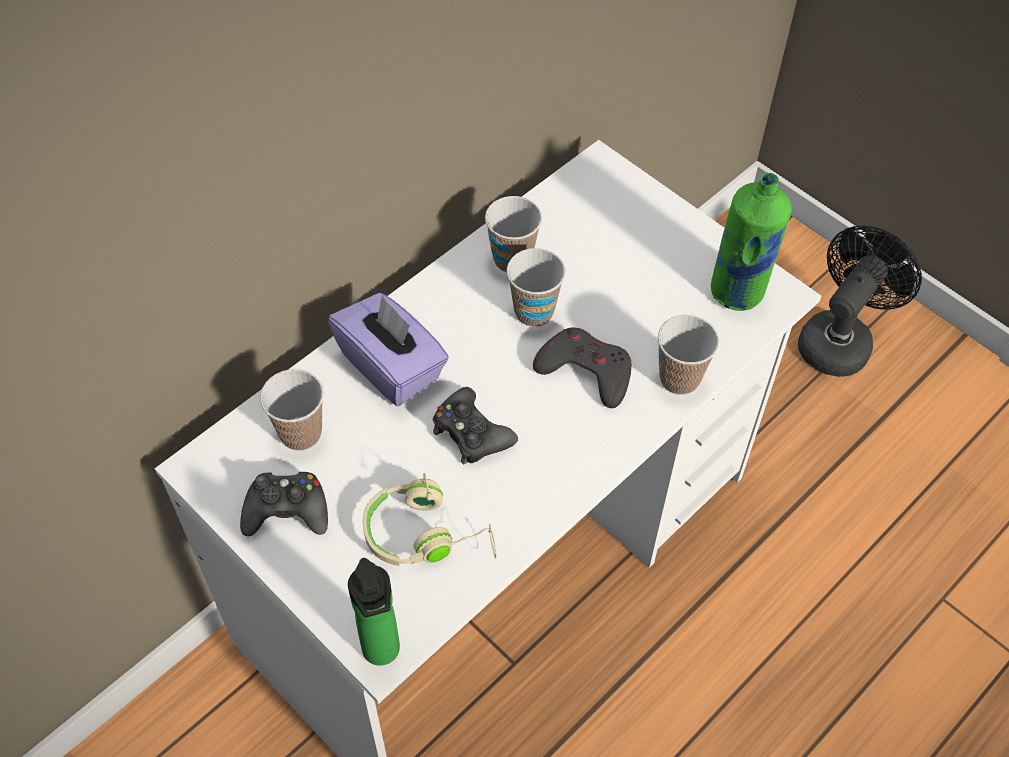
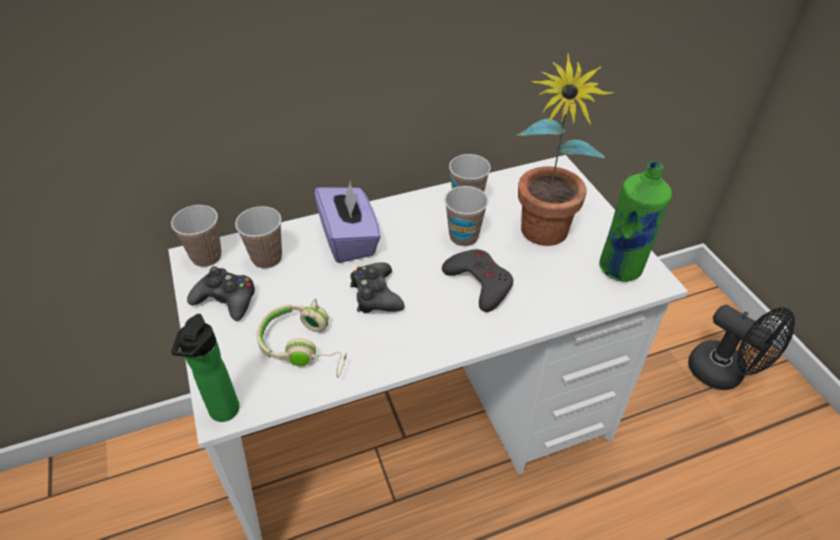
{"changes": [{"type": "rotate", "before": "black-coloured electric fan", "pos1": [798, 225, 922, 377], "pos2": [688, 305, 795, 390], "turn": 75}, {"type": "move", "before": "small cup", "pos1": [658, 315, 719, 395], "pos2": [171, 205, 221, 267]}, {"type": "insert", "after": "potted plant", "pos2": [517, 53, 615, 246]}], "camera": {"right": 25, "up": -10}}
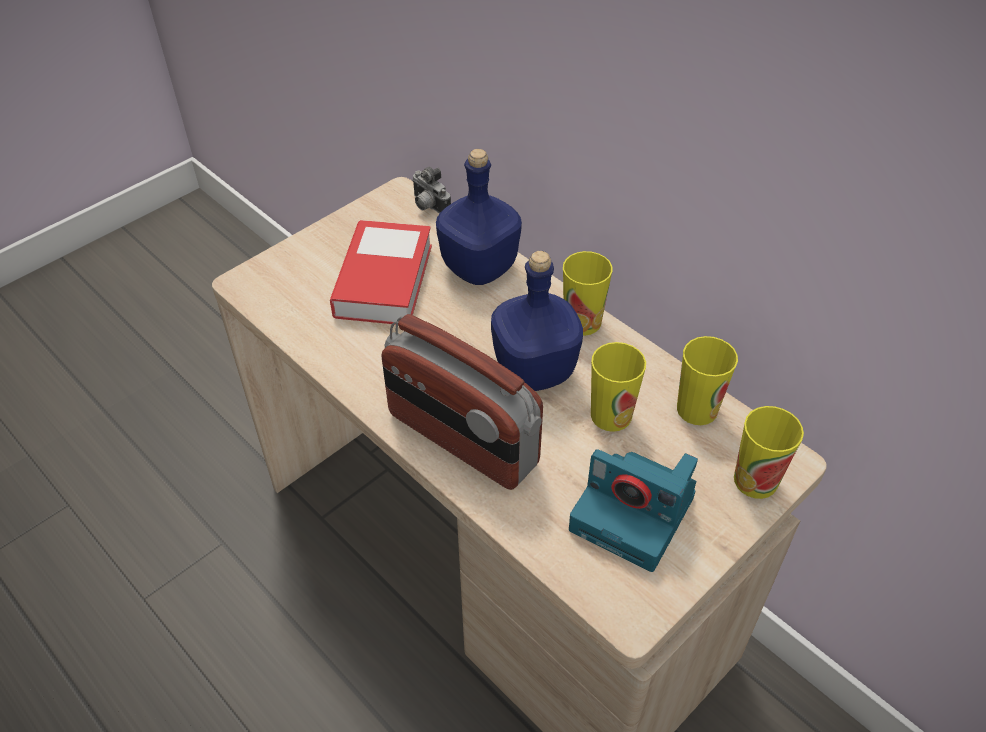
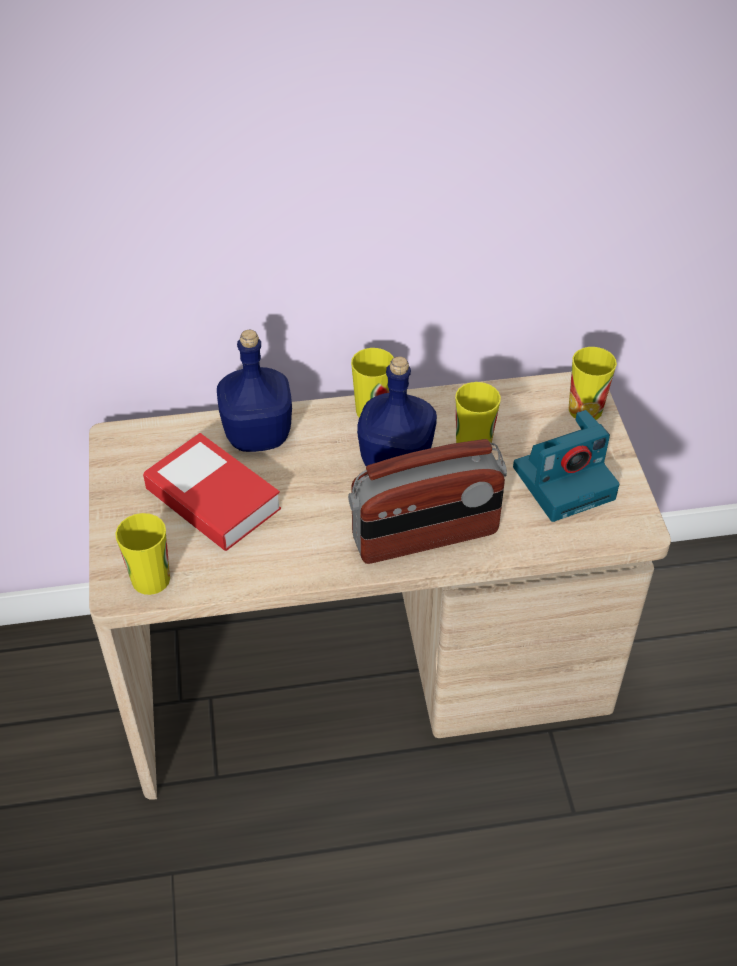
{"changes": [{"type": "delete", "before": "still camera", "pos1": [412, 167, 451, 214]}, {"type": "move", "before": "small cup", "pos1": [677, 336, 738, 425], "pos2": [115, 513, 170, 595]}], "camera": {"right": -55, "up": 0}}
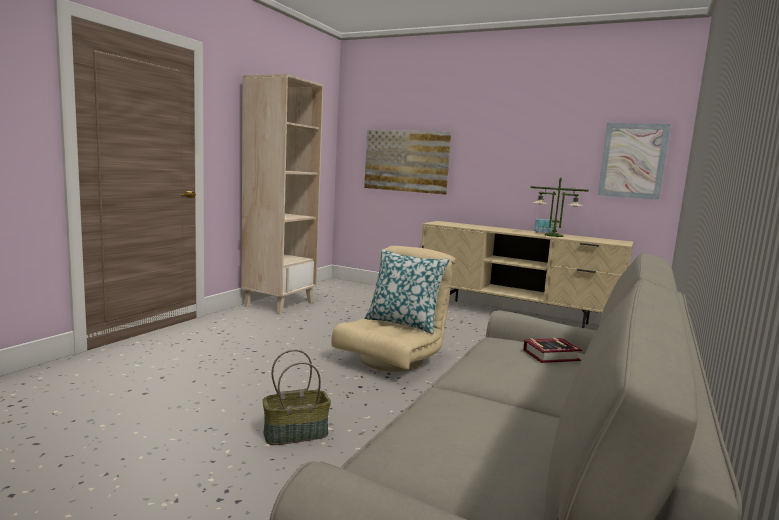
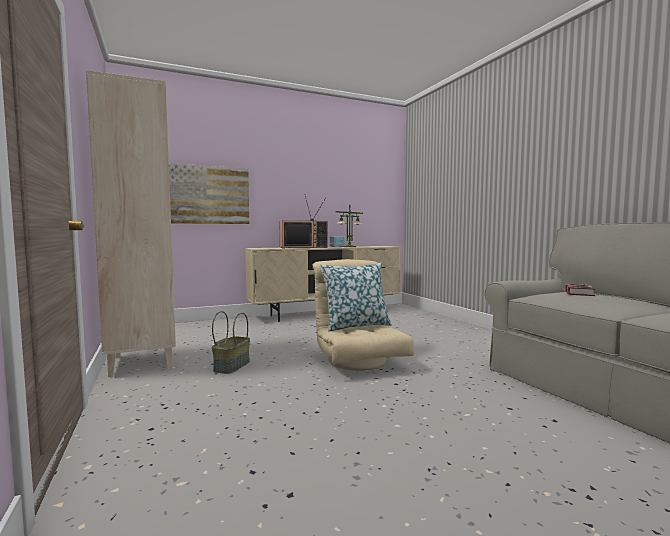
{"changes": [{"type": "delete", "before": "wall art", "pos1": [598, 123, 671, 200]}, {"type": "move", "before": "basket", "pos1": [263, 350, 331, 445], "pos2": [212, 311, 250, 374]}, {"type": "insert", "after": "television", "pos2": [280, 196, 328, 248]}], "camera": {"right": -50, "up": -5}}
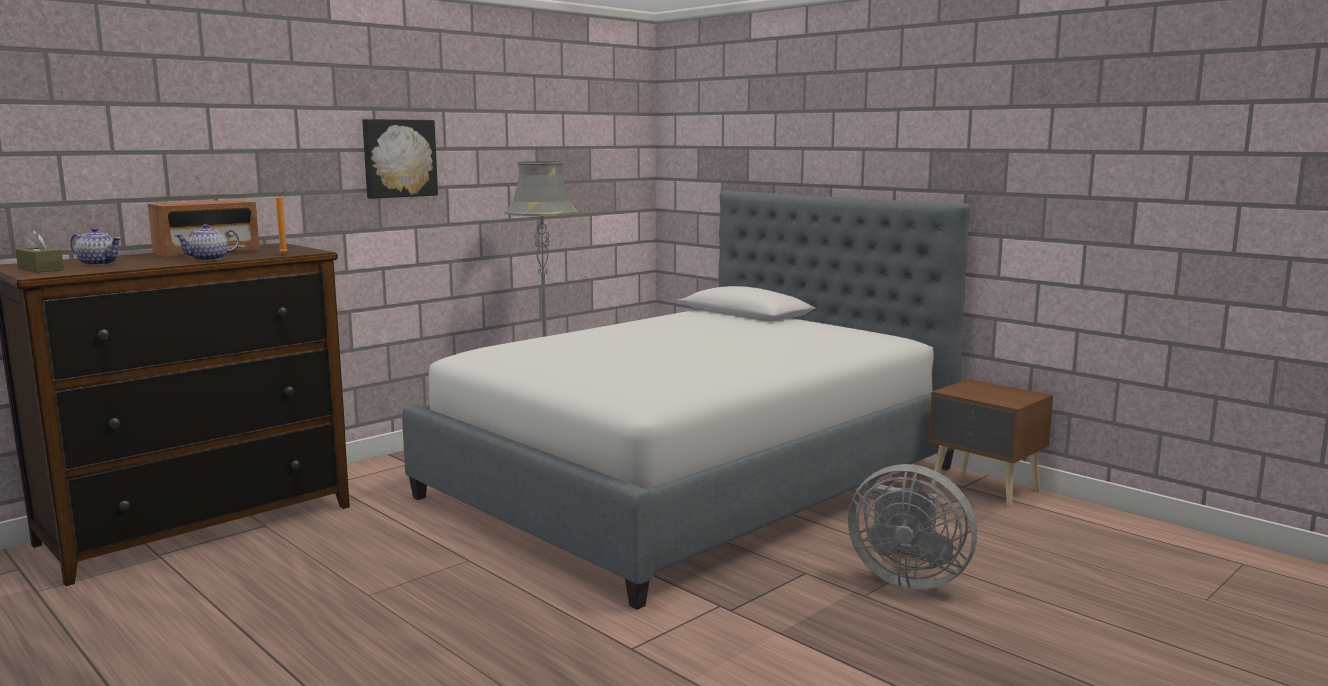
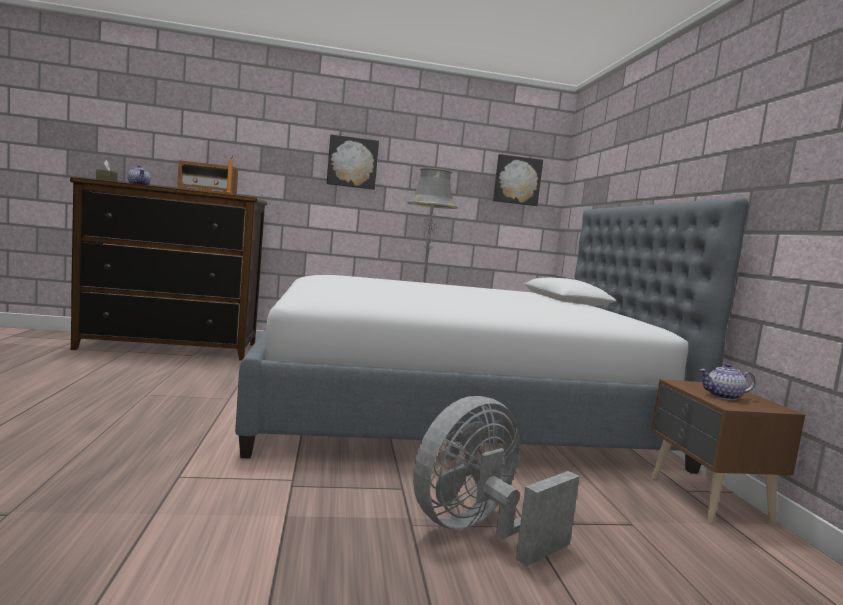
{"changes": [{"type": "move", "before": "tea pot", "pos1": [174, 224, 240, 261], "pos2": [700, 363, 755, 400]}, {"type": "rotate", "before": "grey electric fan", "pos1": [848, 464, 977, 590], "pos2": [413, 396, 580, 566], "turn": 75}, {"type": "insert", "after": "wall art", "pos2": [493, 154, 543, 206]}], "camera": {"right": 35, "up": -5}}
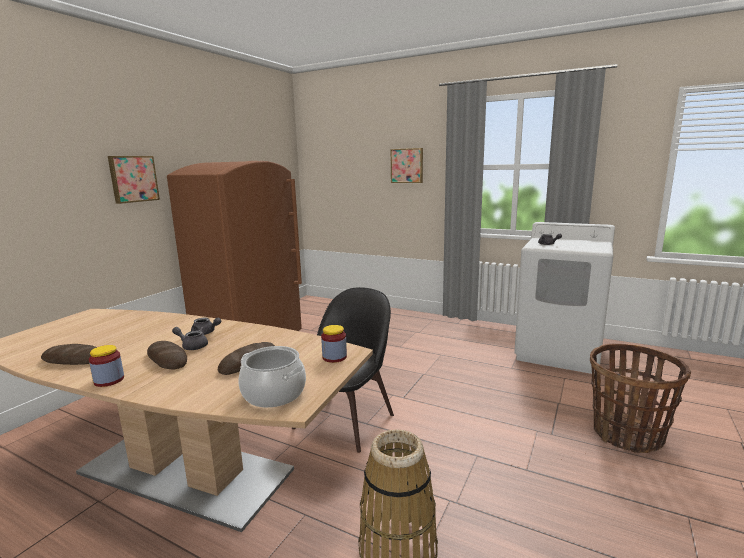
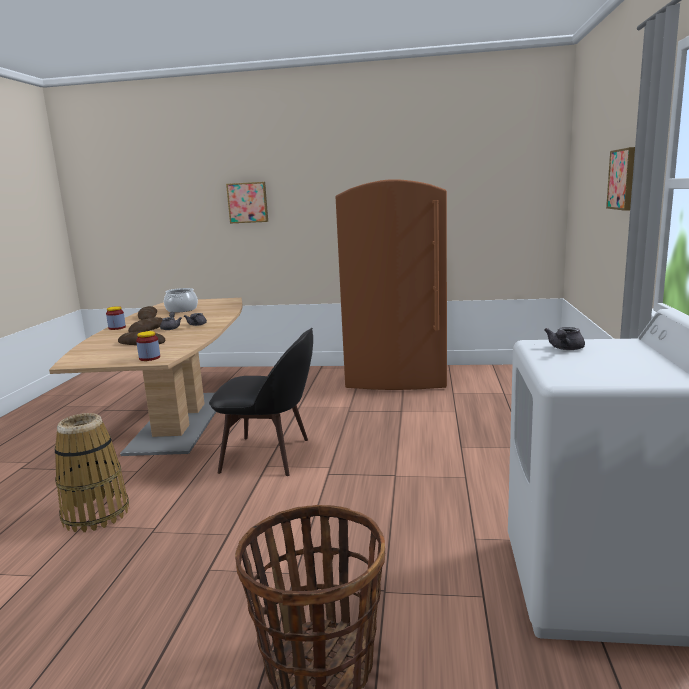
{"changes": [{"type": "move", "before": "wall art", "pos1": [108, 156, 160, 204], "pos2": [226, 182, 268, 224]}, {"type": "move", "before": "stockpot", "pos1": [238, 346, 306, 408], "pos2": [164, 288, 198, 313]}], "camera": {"right": 70, "up": 0}}
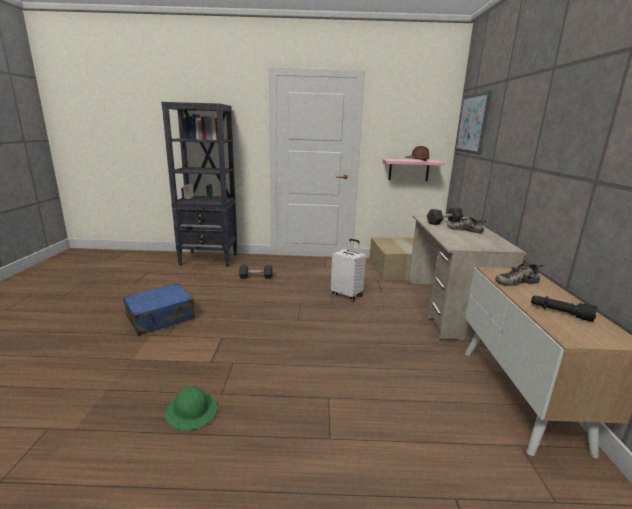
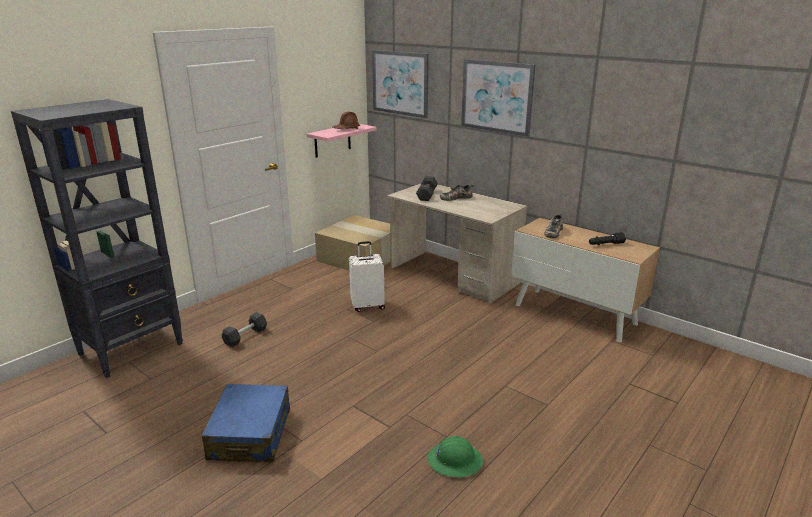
{"changes": [{"type": "insert", "after": "wall art", "pos2": [461, 59, 536, 137]}], "camera": {"right": -50, "up": 5}}
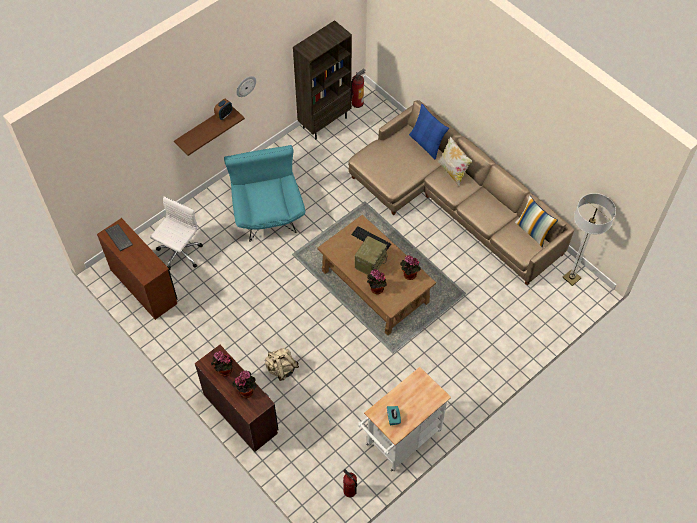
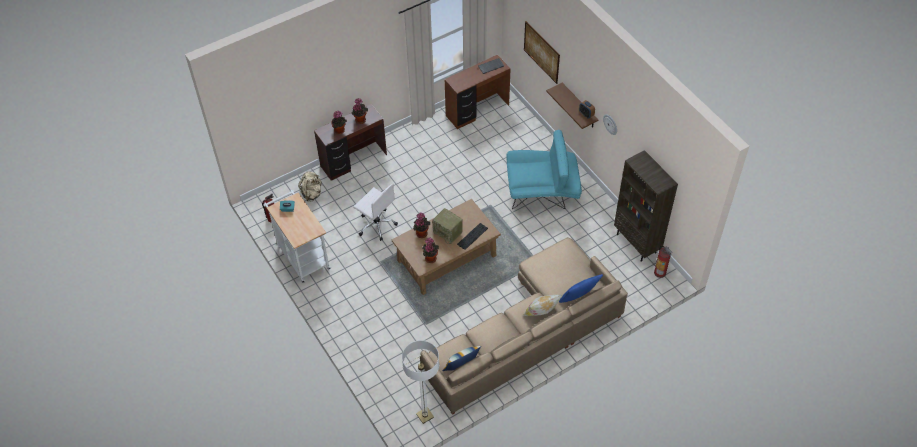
{"changes": [{"type": "move", "before": "white office chair", "pos1": [150, 196, 203, 270], "pos2": [353, 184, 398, 241]}, {"type": "move", "before": "beige rucksack", "pos1": [265, 348, 299, 381], "pos2": [298, 171, 322, 202]}, {"type": "insert", "after": "wall art", "pos2": [524, 21, 560, 84]}], "camera": {"right": 100, "up": -5}}
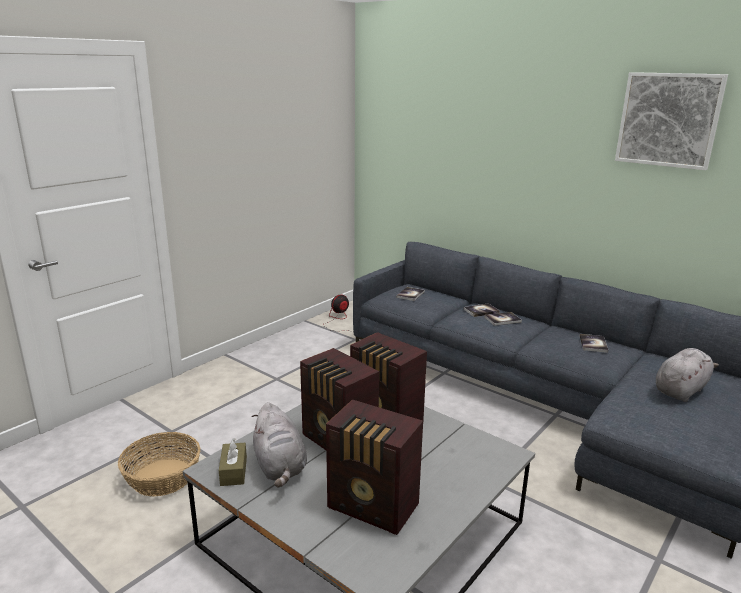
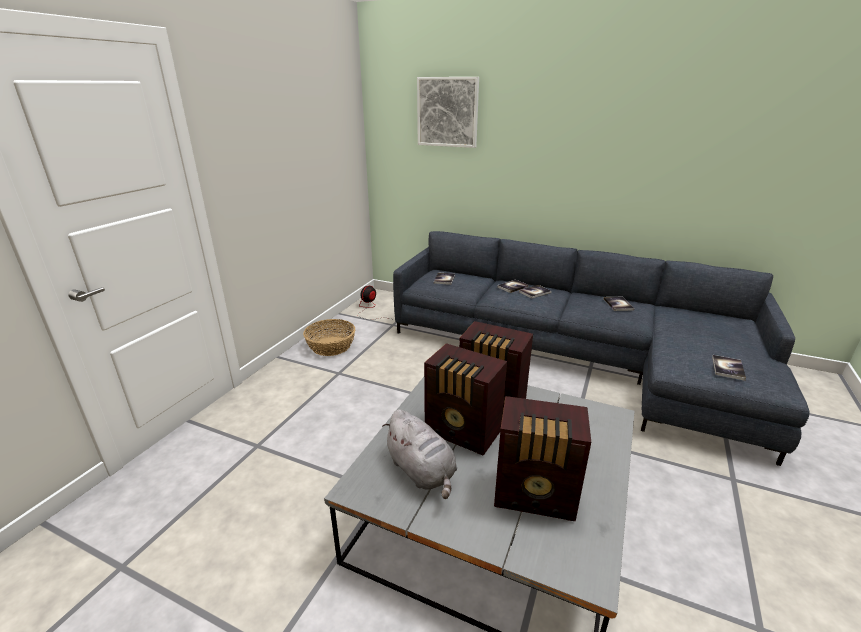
{"changes": [{"type": "move", "before": "wall art", "pos1": [615, 72, 728, 170], "pos2": [417, 77, 479, 148]}, {"type": "delete", "before": "grey soft toy", "pos1": [656, 348, 719, 402]}, {"type": "move", "before": "basket", "pos1": [118, 432, 201, 497], "pos2": [303, 319, 355, 356]}, {"type": "delete", "before": "brown box of tissues", "pos1": [219, 438, 247, 486]}, {"type": "insert", "after": "volume", "pos2": [712, 355, 746, 381]}], "camera": {"right": -15, "up": 5}}
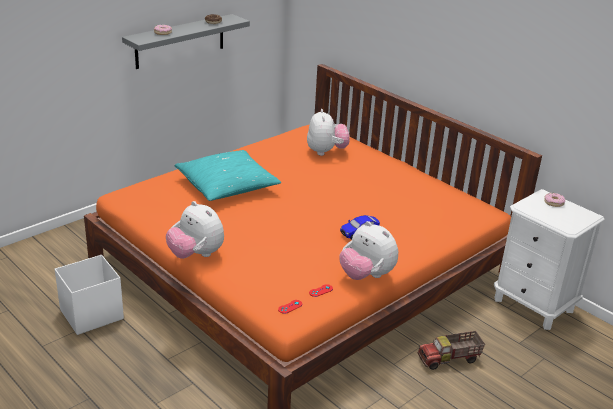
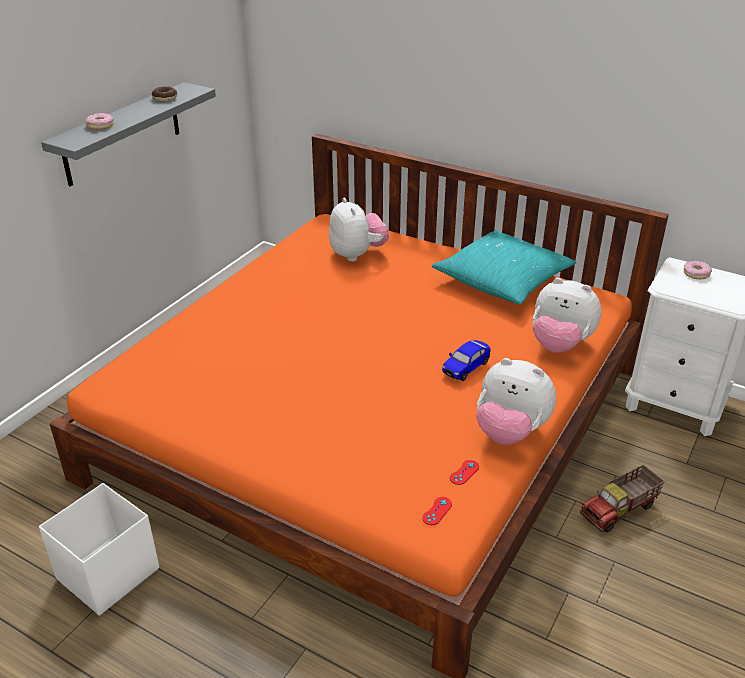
{"changes": [{"type": "move", "before": "blue-green pillow", "pos1": [174, 150, 281, 201], "pos2": [431, 230, 577, 304]}, {"type": "move", "before": "soft toy", "pos1": [166, 201, 224, 259], "pos2": [533, 278, 602, 353]}], "camera": {"right": -15, "up": 5}}
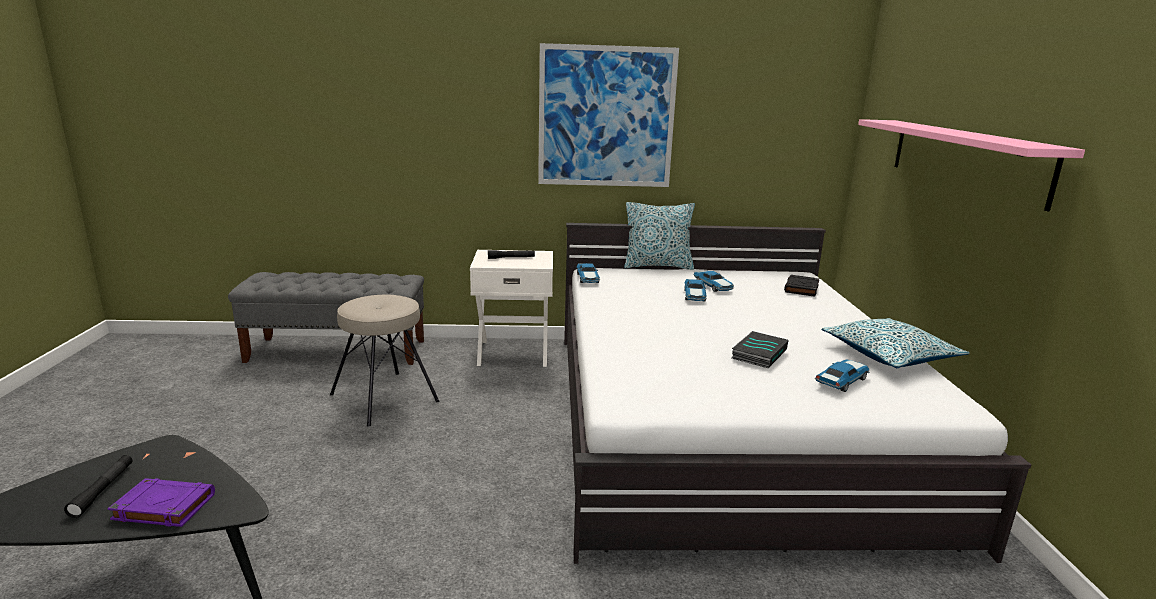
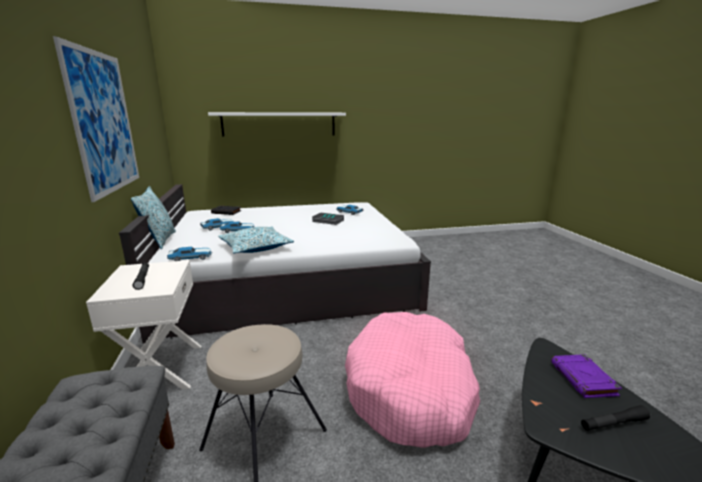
{"changes": [{"type": "recolor", "before": "pink-coloured shelf", "after": "white shelf", "pos1": [858, 119, 1085, 211], "pos2": [208, 112, 346, 137]}, {"type": "move", "before": "pillow", "pos1": [821, 318, 970, 368], "pos2": [218, 227, 294, 254]}, {"type": "insert", "after": "pink-coloured dog cushion", "pos2": [345, 312, 480, 448]}], "camera": {"right": -100, "up": 0}}
